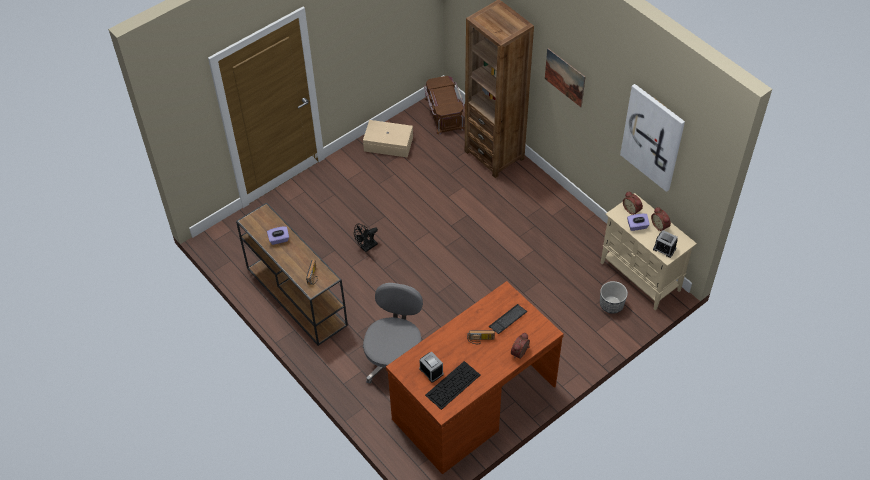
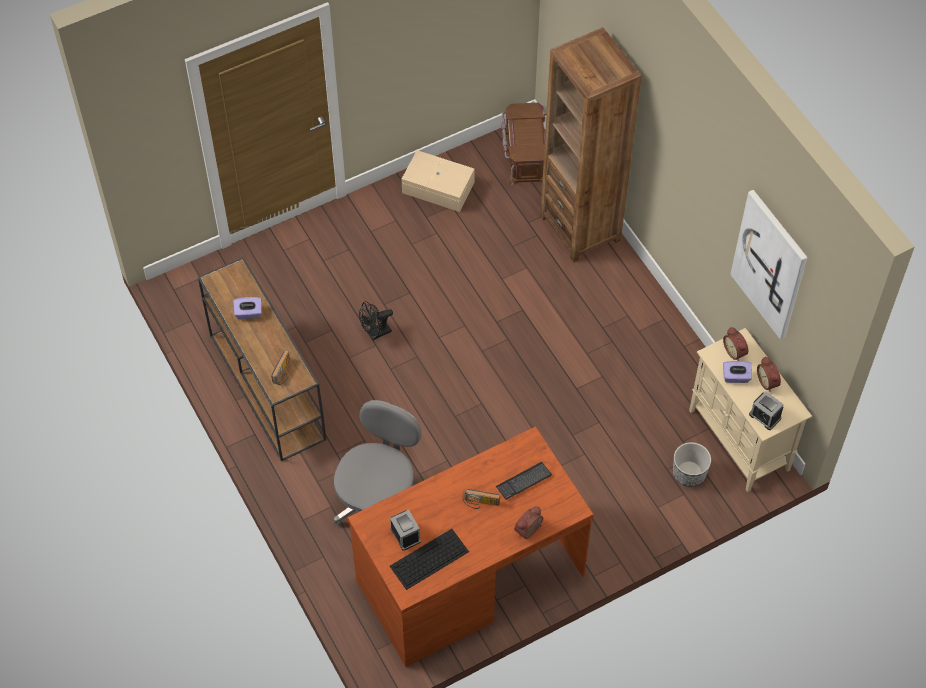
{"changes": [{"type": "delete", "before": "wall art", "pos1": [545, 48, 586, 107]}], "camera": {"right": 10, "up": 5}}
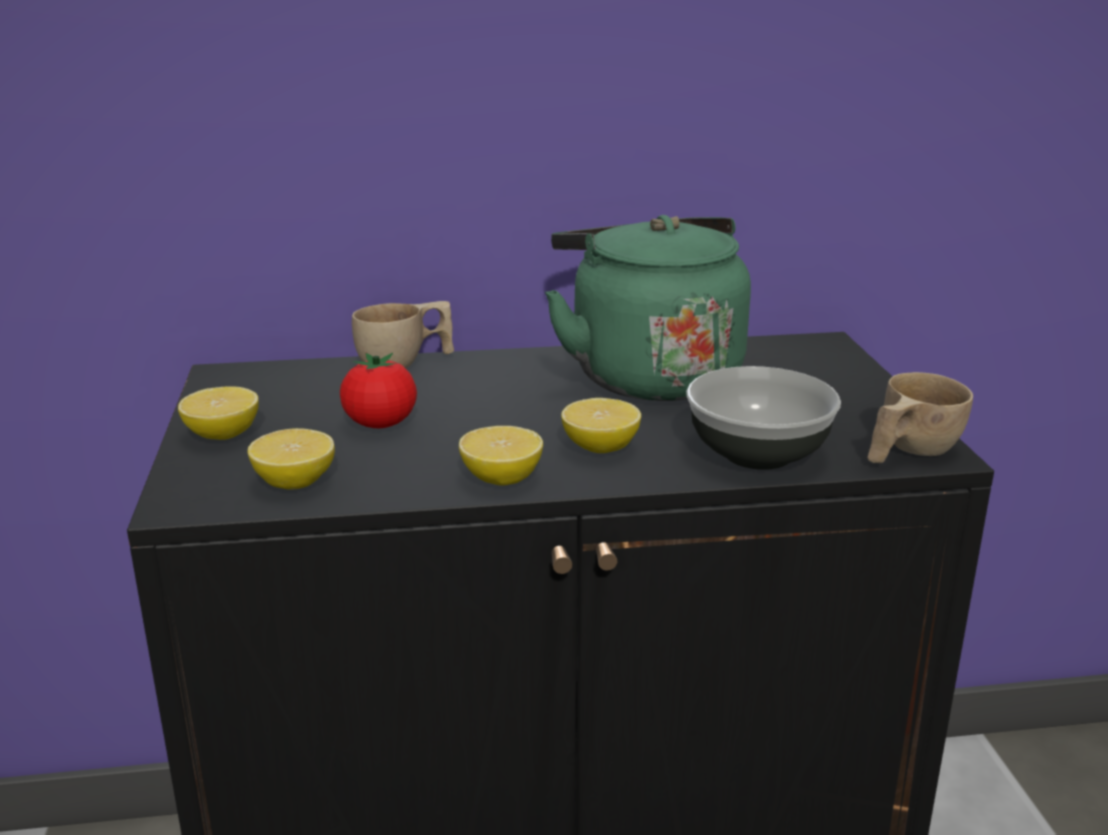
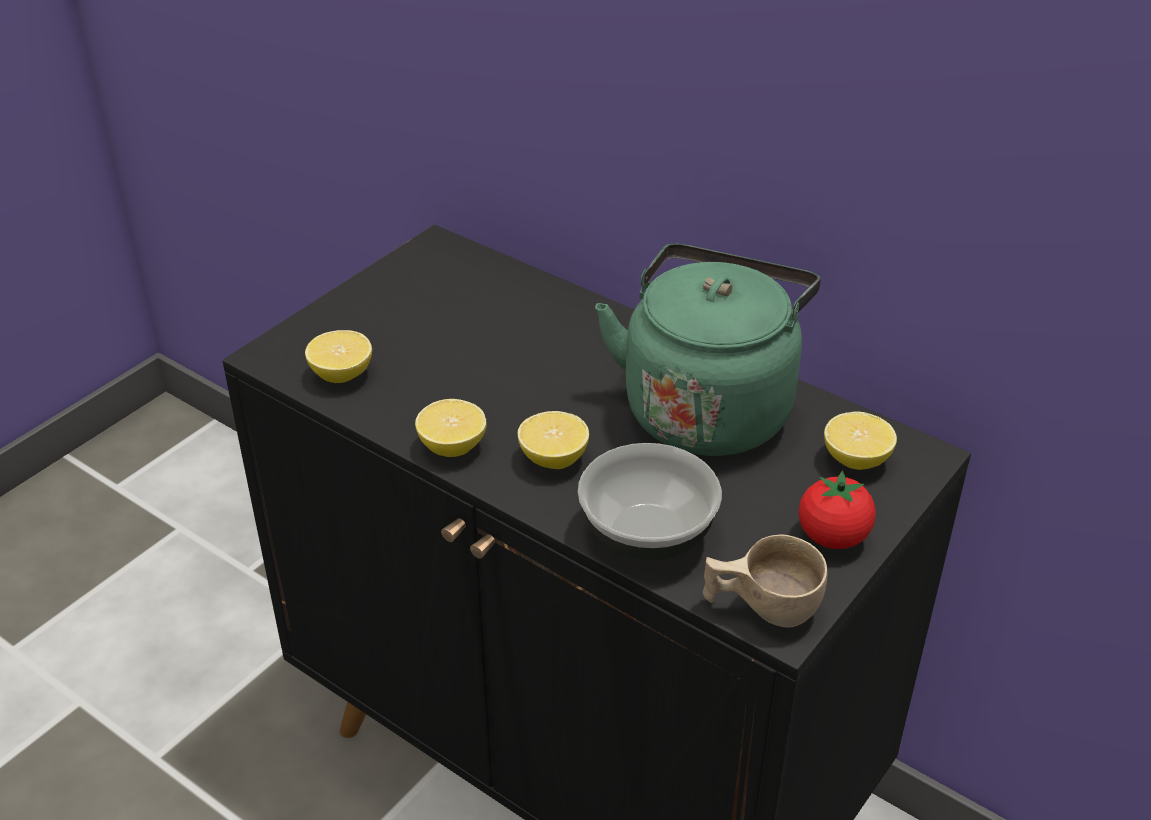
{"changes": [{"type": "delete", "before": "beige small cup", "pos1": [352, 301, 454, 368]}, {"type": "move", "before": "fresh tomato", "pos1": [340, 353, 417, 428], "pos2": [798, 471, 876, 549]}, {"type": "move", "before": "lemon", "pos1": [178, 386, 259, 440], "pos2": [824, 412, 897, 470]}], "camera": {"right": 45, "up": 15}}
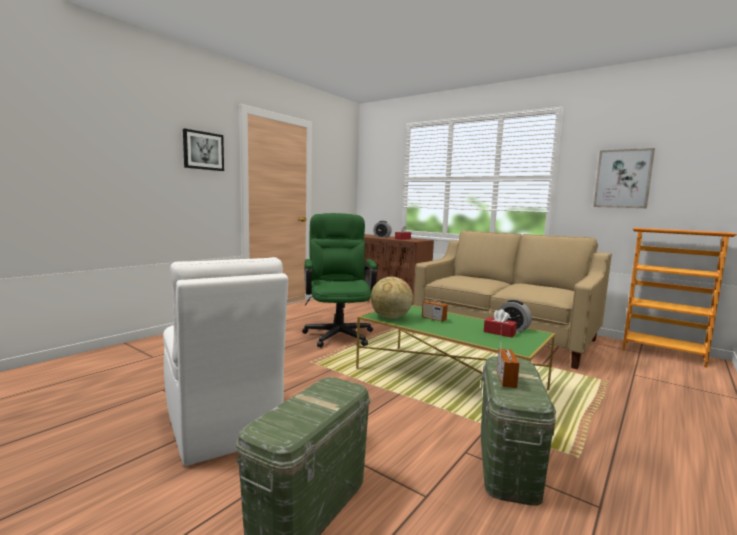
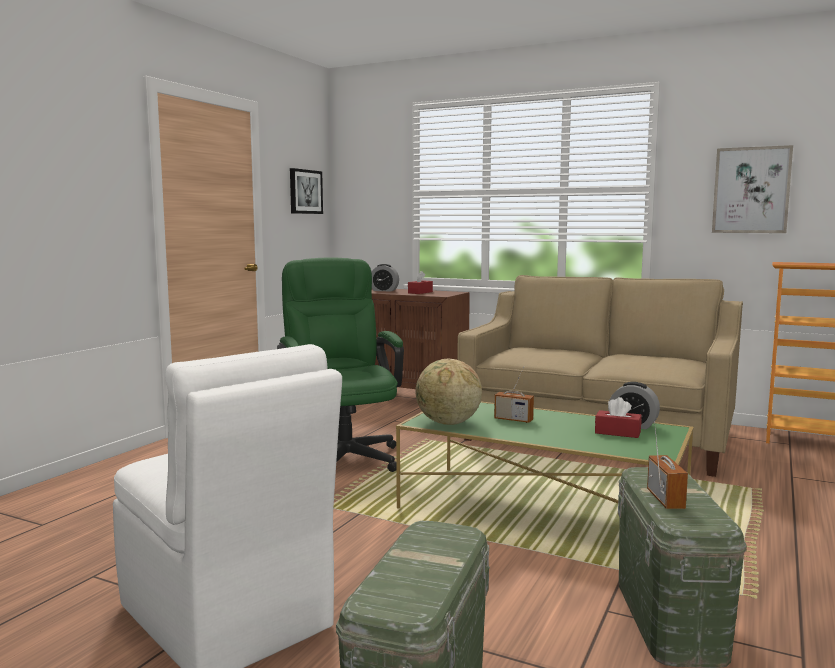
{"changes": [{"type": "move", "before": "wall art", "pos1": [183, 128, 224, 171], "pos2": [290, 168, 323, 214]}], "camera": {"right": -10, "up": 0}}
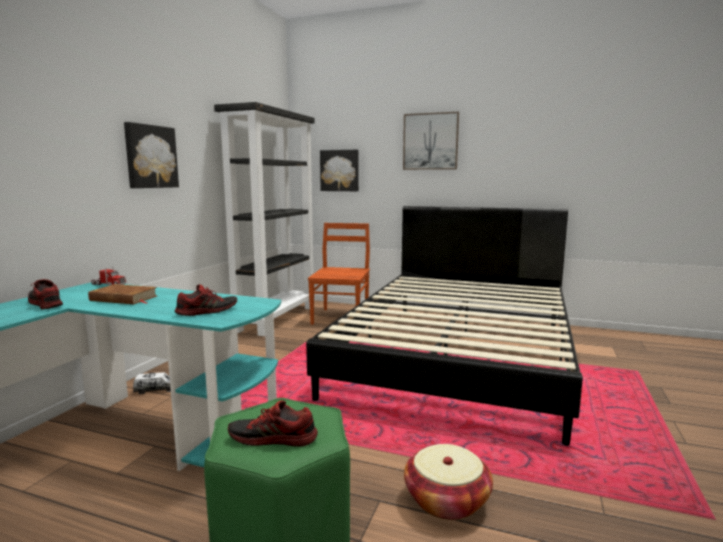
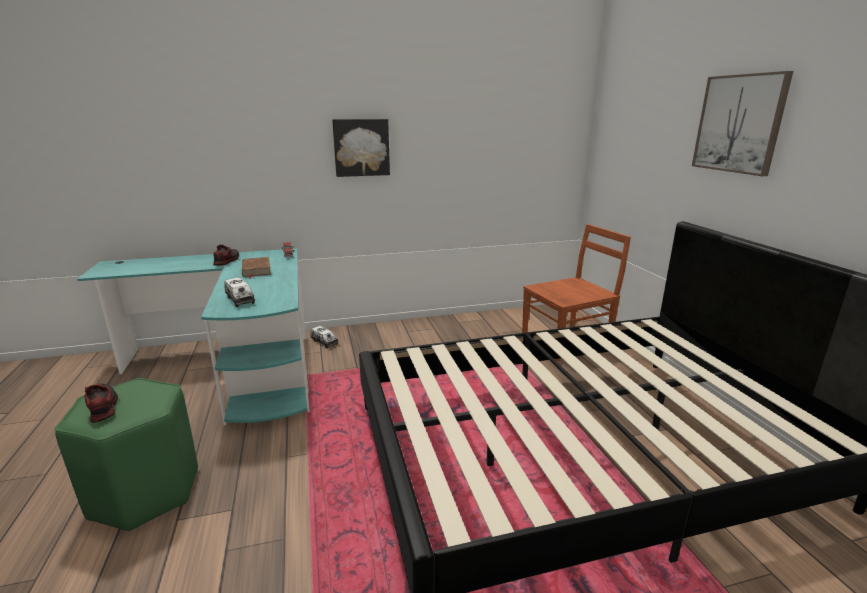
{"changes": [{"type": "delete", "before": "black-coloured shelving unit", "pos1": [214, 102, 316, 336]}, {"type": "delete", "before": "wall art", "pos1": [320, 150, 359, 191]}, {"type": "replace", "before": "low shoe", "after": "toy lorry", "pos1": [175, 284, 237, 316], "pos2": [224, 278, 255, 307]}, {"type": "delete", "before": "basket", "pos1": [404, 444, 493, 520]}], "camera": {"right": 55, "up": 10}}
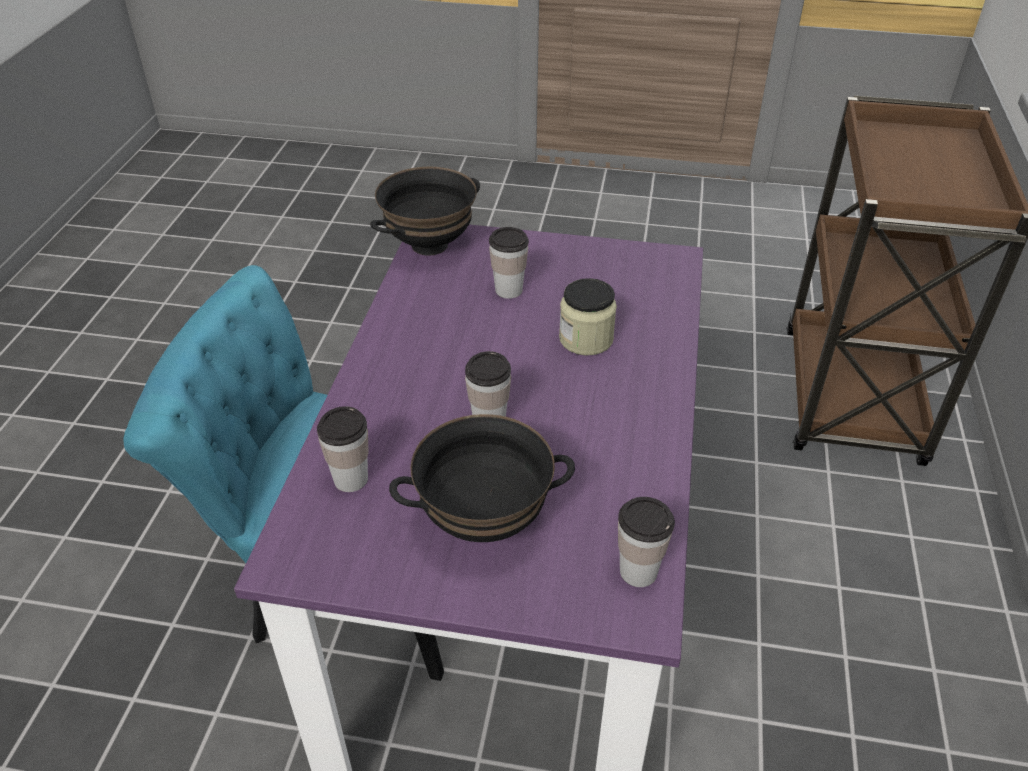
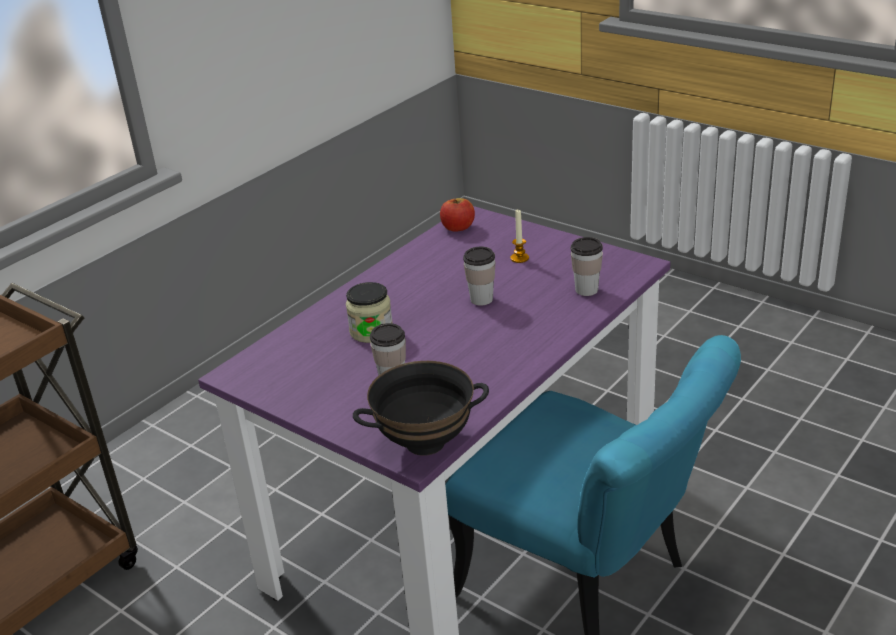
{"changes": [{"type": "replace", "before": "black-coloured deep dish", "after": "wax light", "pos1": [389, 414, 575, 542], "pos2": [510, 209, 529, 263]}, {"type": "replace", "before": "small cup", "after": "apple", "pos1": [618, 497, 675, 587], "pos2": [440, 198, 475, 232]}], "camera": {"right": -150, "up": -10}}
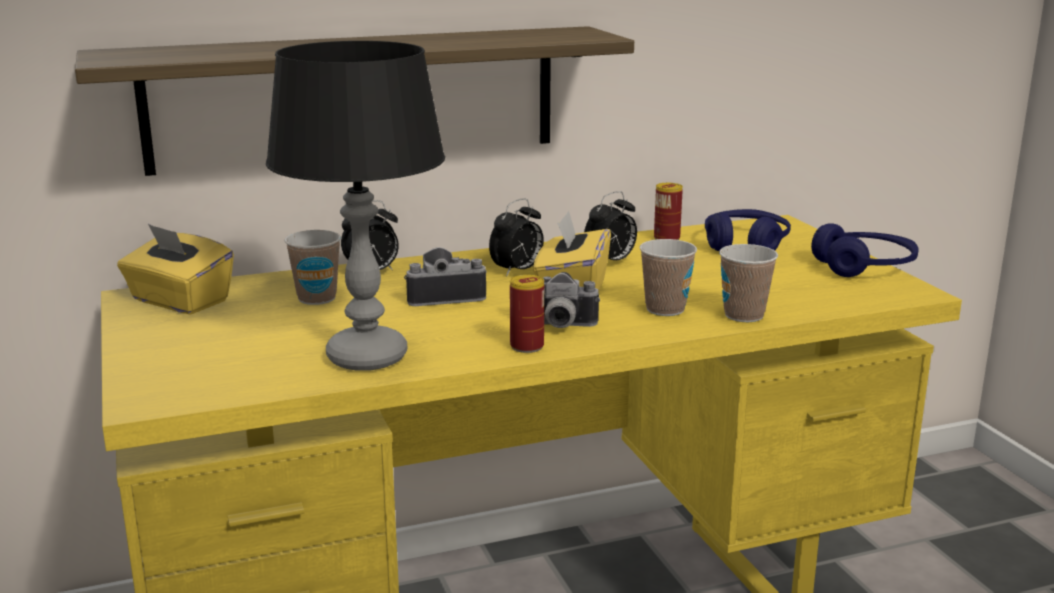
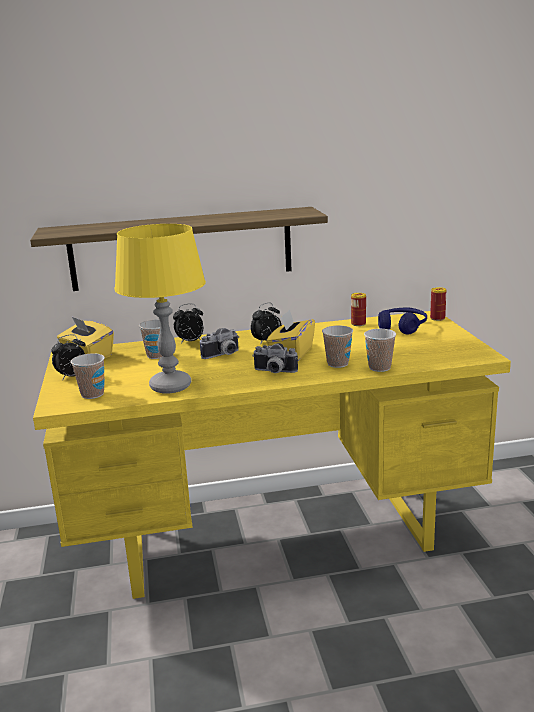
{"changes": [{"type": "recolor", "before": "black-coloured tabletop lamp", "after": "yellow-coloured tabletop lamp", "pos1": [266, 41, 445, 371], "pos2": [114, 224, 206, 393]}, {"type": "move", "before": "alarm clock", "pos1": [584, 191, 637, 260], "pos2": [51, 334, 85, 380]}, {"type": "delete", "before": "blue headphones", "pos1": [811, 223, 919, 277]}, {"type": "rotate", "before": "still camera", "pos1": [404, 247, 486, 306], "pos2": [200, 328, 239, 359], "turn": 150}, {"type": "move", "before": "sealed can", "pos1": [510, 275, 544, 353], "pos2": [430, 287, 446, 321]}, {"type": "insert", "after": "small cup", "pos2": [71, 353, 105, 399]}], "camera": {"right": 10, "up": 0}}
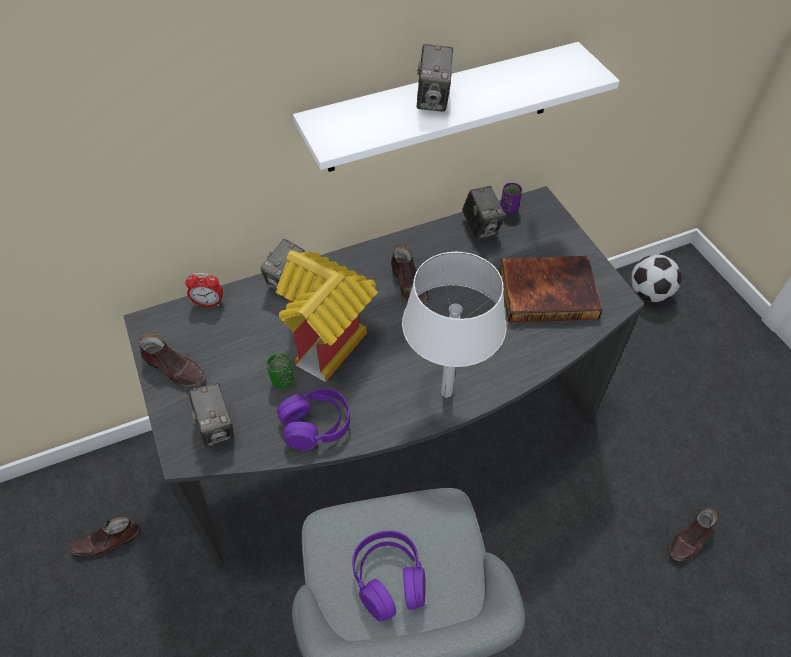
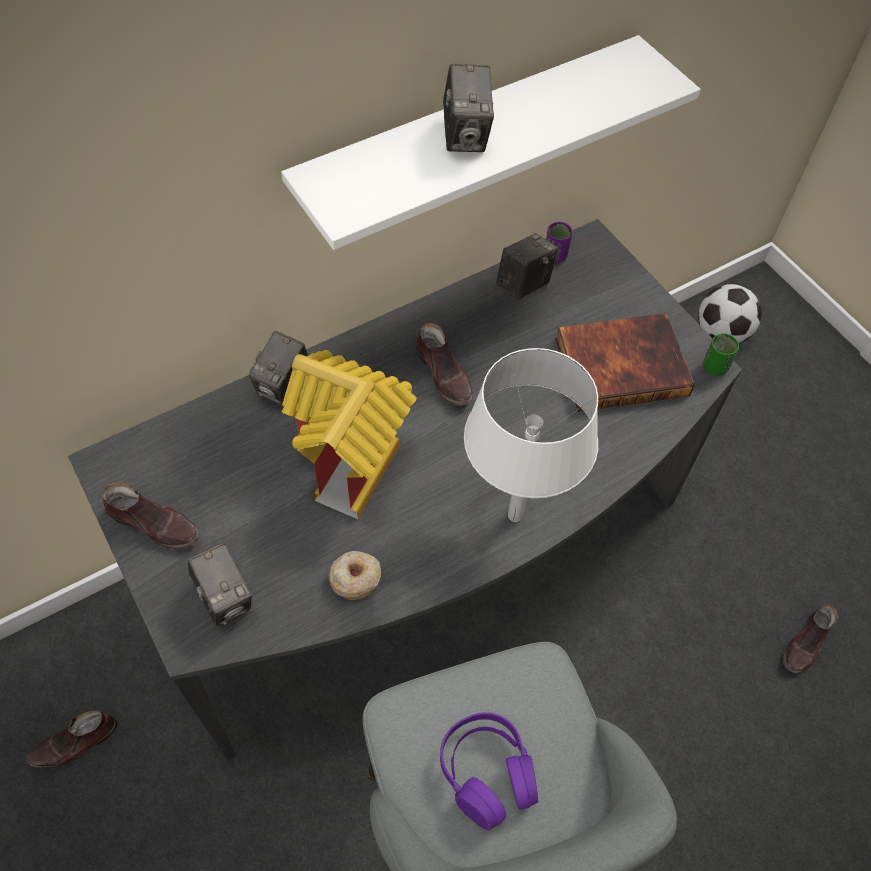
{"changes": [{"type": "rotate", "before": "still camera", "pos1": [462, 186, 506, 239], "pos2": [496, 233, 558, 300], "turn": -105}, {"type": "delete", "before": "alarm clock", "pos1": [185, 273, 223, 307]}, {"type": "move", "before": "green-coloured small cup", "pos1": [267, 353, 293, 389], "pos2": [703, 334, 739, 376]}, {"type": "replace", "before": "purple-coloured headphones", "after": "ring doughnut", "pos1": [277, 388, 350, 450], "pos2": [328, 551, 381, 600]}], "camera": {"right": -10, "up": 5}}
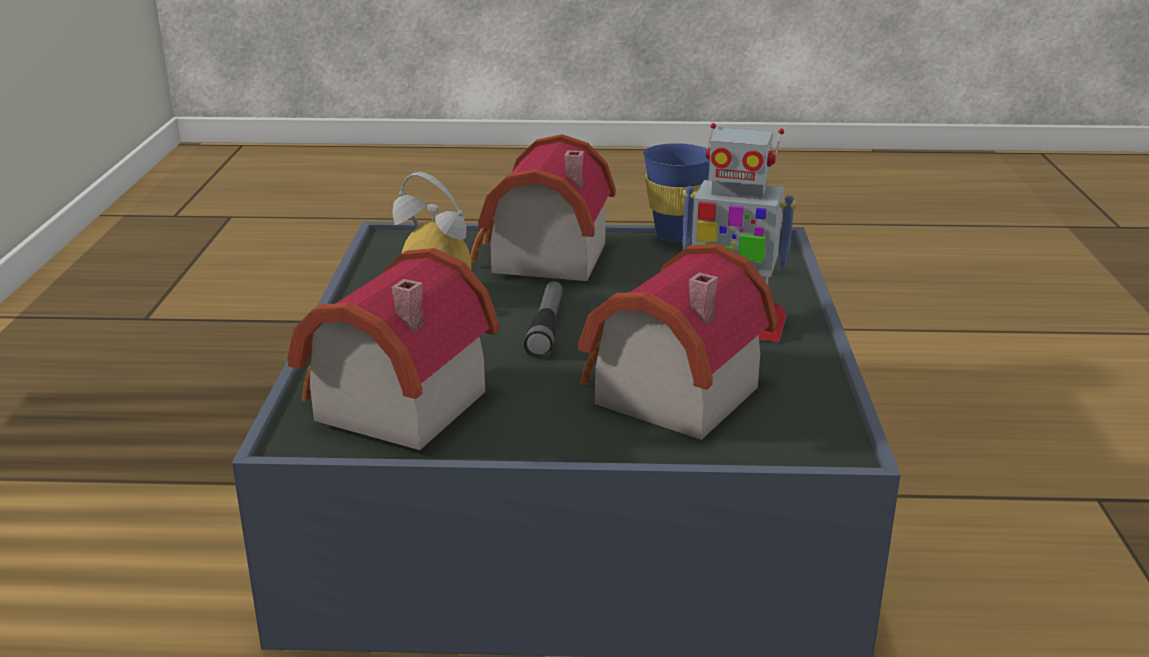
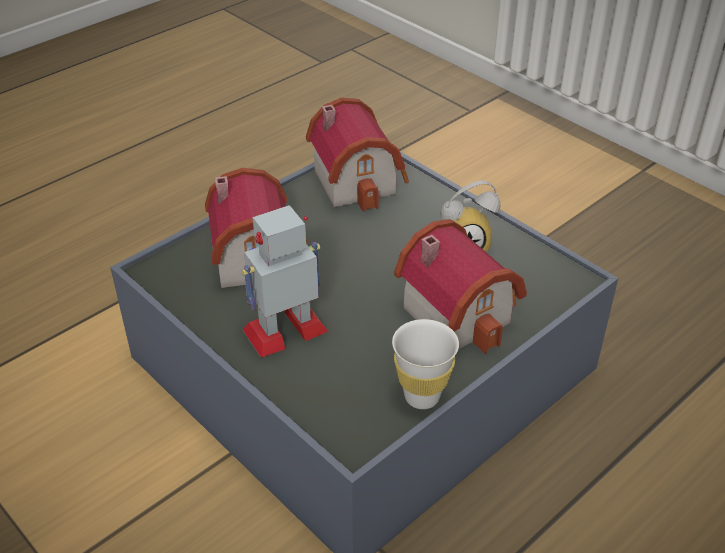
{"changes": [{"type": "recolor", "before": "blue small cup", "after": "white small cup", "pos1": [643, 143, 710, 242], "pos2": [392, 319, 459, 409]}, {"type": "delete", "before": "torch", "pos1": [524, 280, 563, 358]}], "camera": {"right": 135, "up": 15}}
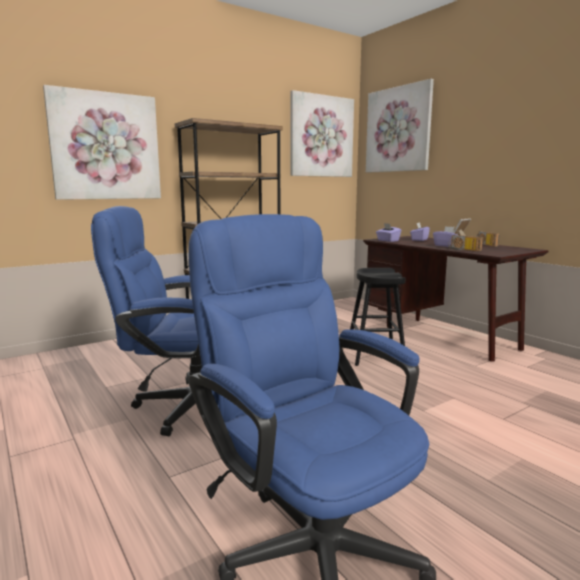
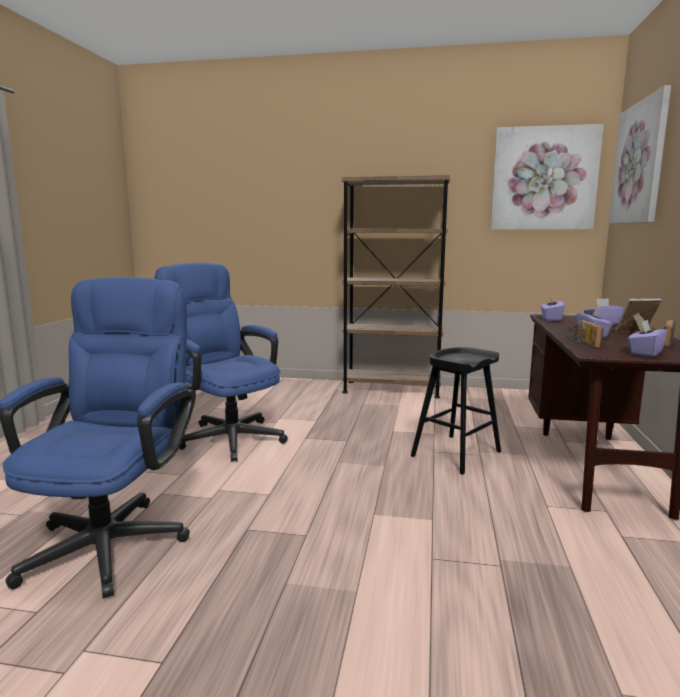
{"changes": [{"type": "delete", "before": "wall art", "pos1": [43, 85, 161, 200]}, {"type": "insert", "after": "purple-coloured box of tissues", "pos2": [628, 319, 667, 357]}], "camera": {"right": 45, "up": 0}}
